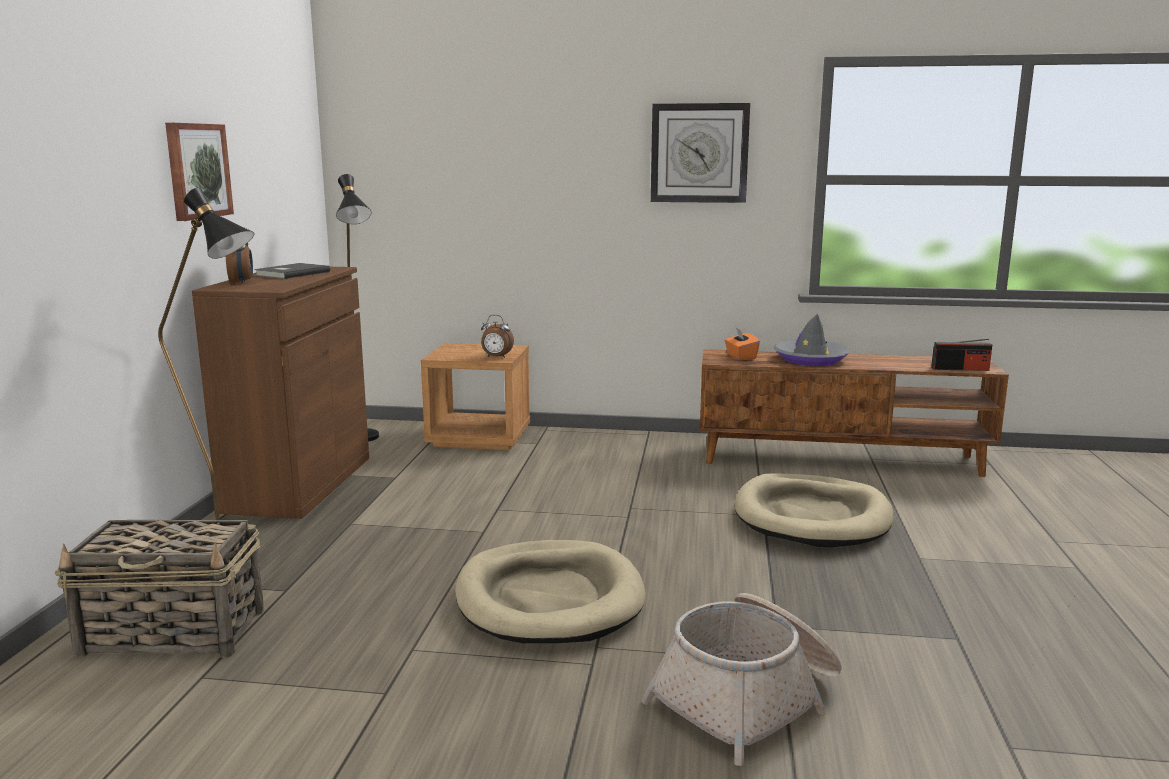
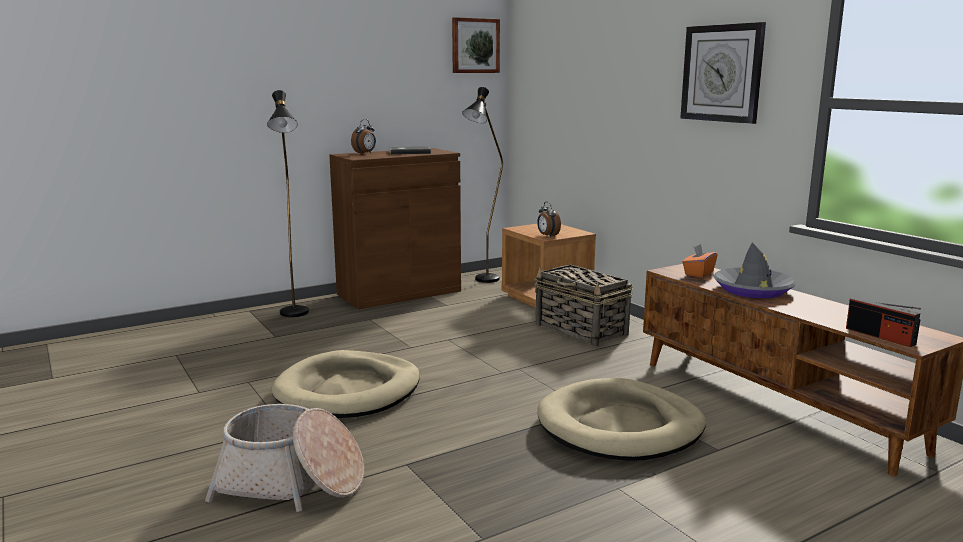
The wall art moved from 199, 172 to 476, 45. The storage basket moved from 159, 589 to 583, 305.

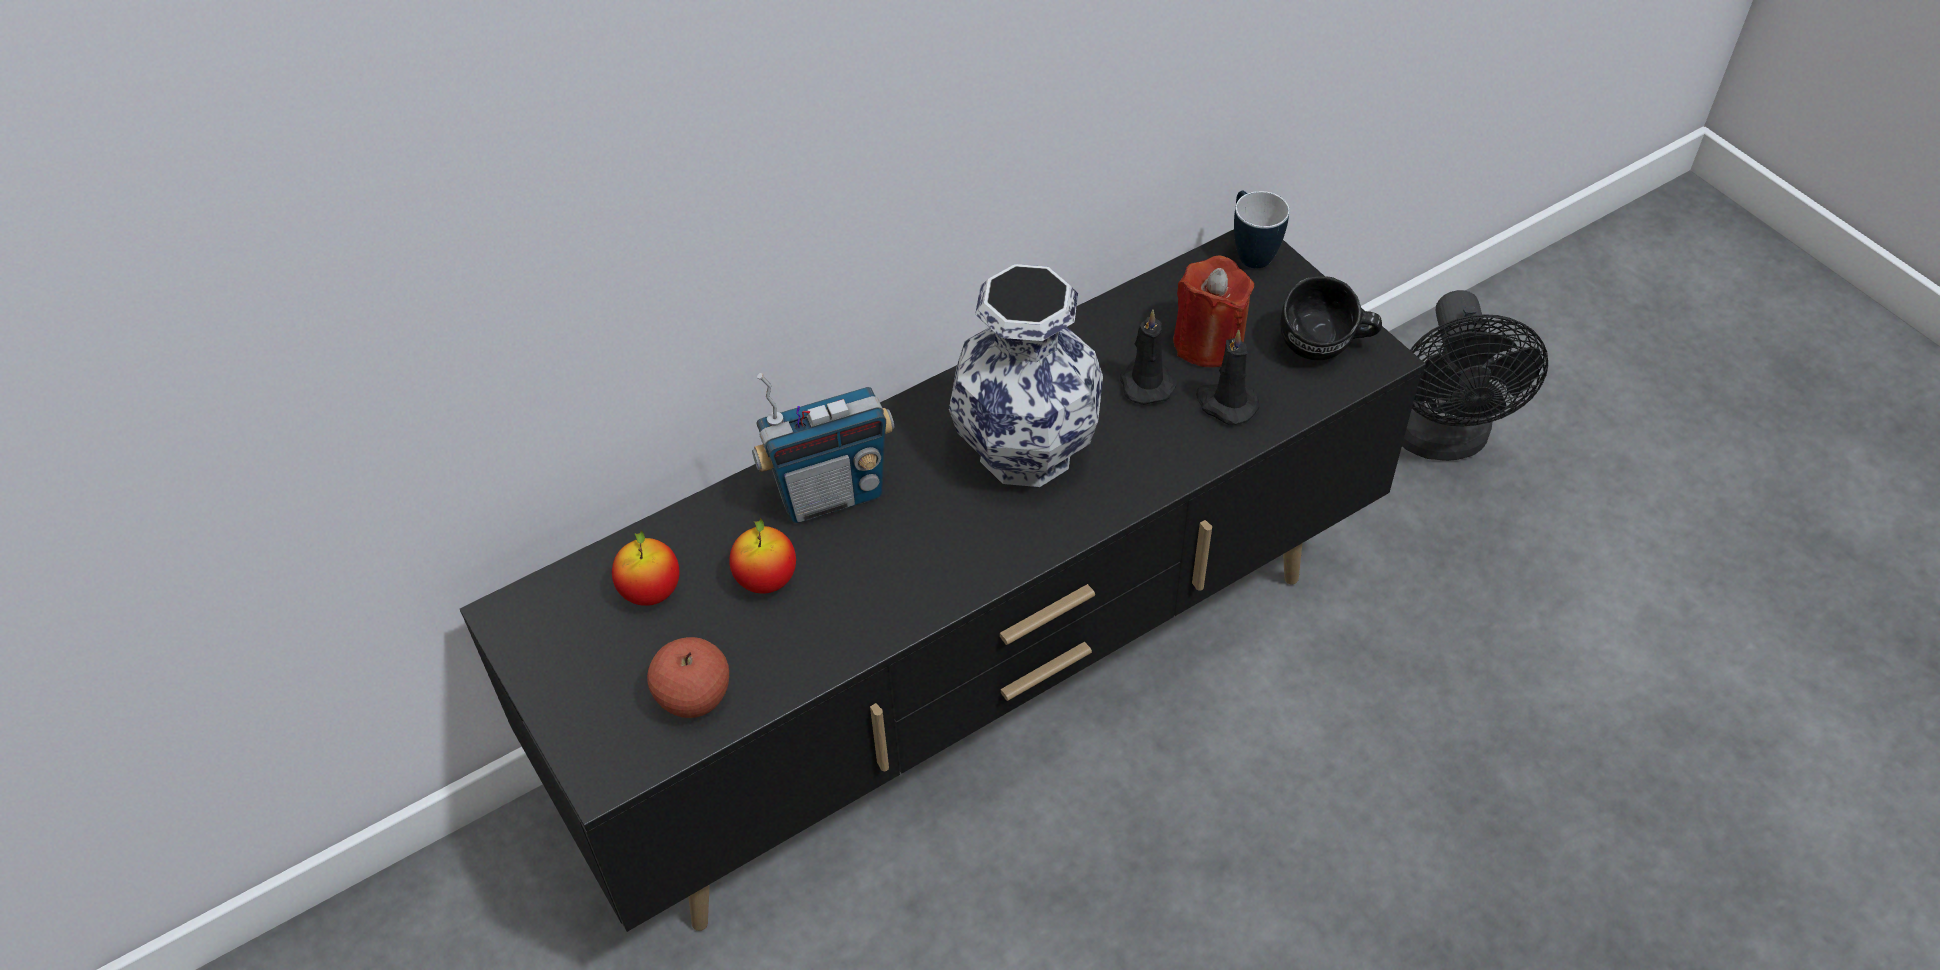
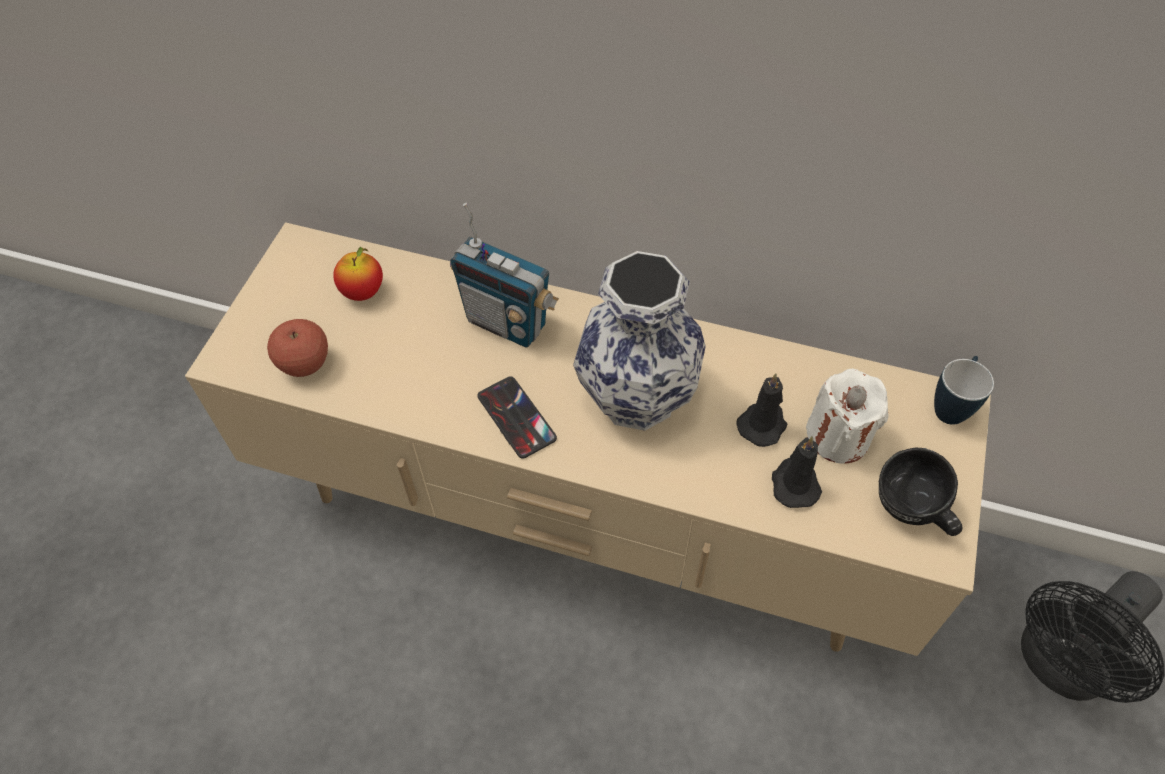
The media console/black-coloured at 943, 580 became the media console/sand-coloured at 588, 439. The wax light/red-coloured at 1213, 311 became the wax light/white at 847, 416. The apple fruit at 762, 556 disappeared. The handset at 517, 417 appeared.

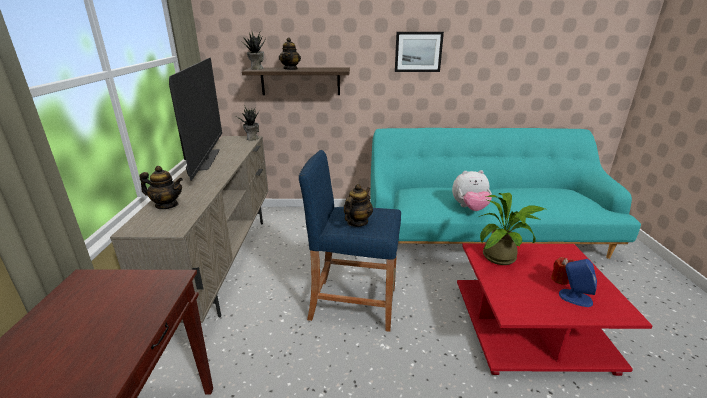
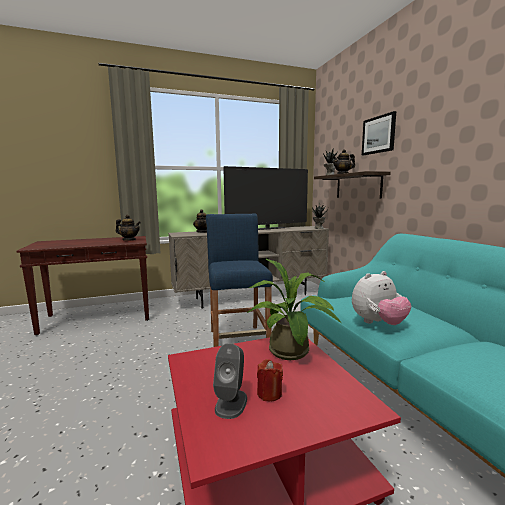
The wall art moved from 419, 52 to 379, 133. The cuddly toy at 472, 190 turned 90 degrees counterclockwise. The teapot moved from 358, 205 to 128, 228. The loudspeaker/blue at 578, 283 became the loudspeaker/gray at 230, 381.

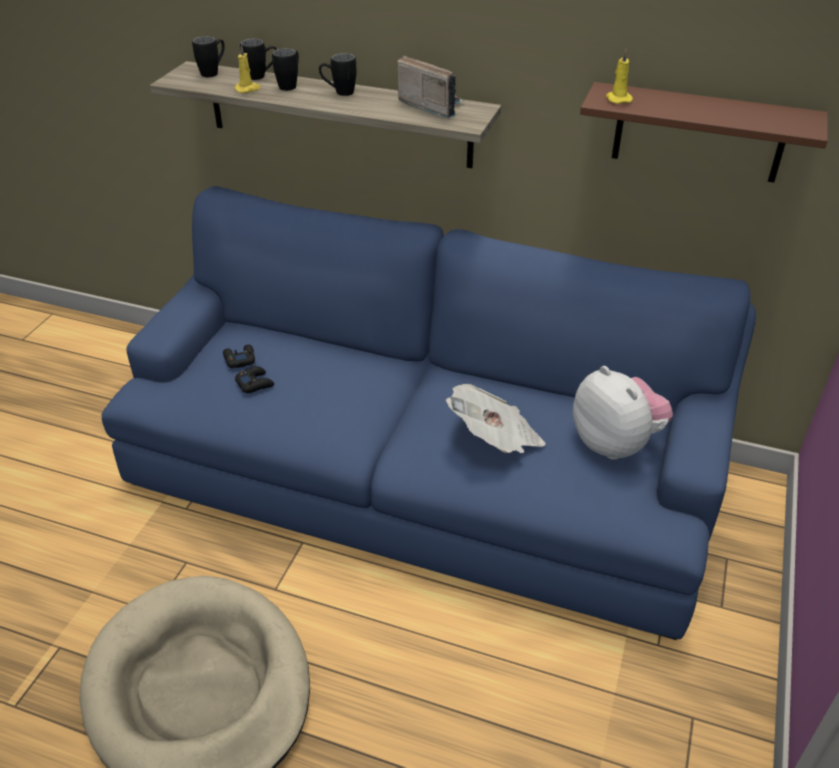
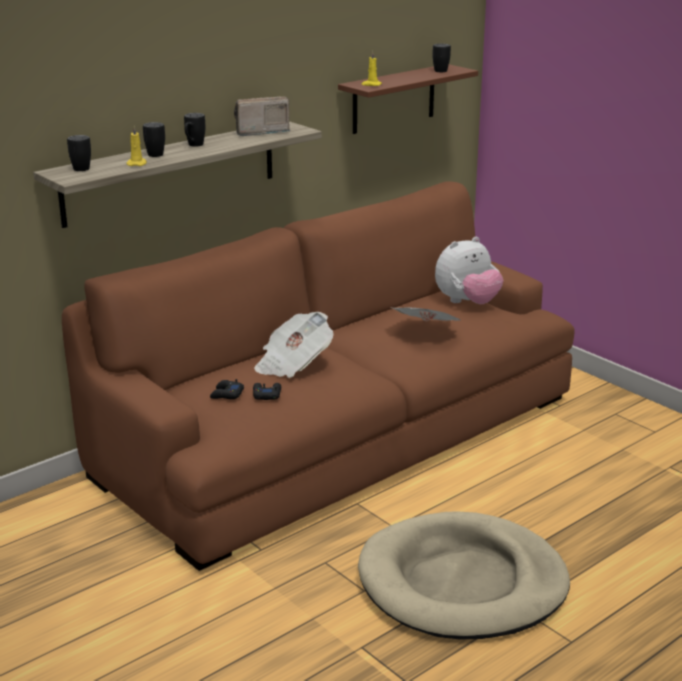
The tea mug/black-coloured moved from 258, 59 to 441, 58. The couch/blue at 429, 413 became the couch/brownish at 318, 376. The cuddly toy at 623, 413 turned 150 degrees clockwise. The printed paper at 293, 345 appeared.

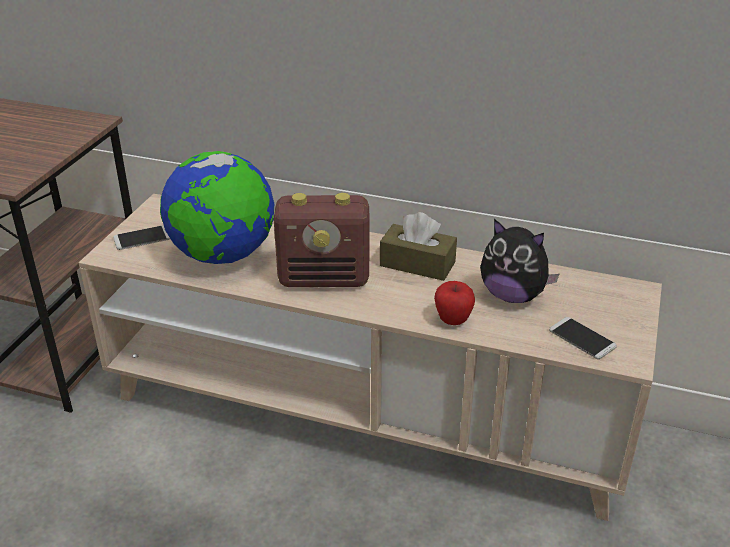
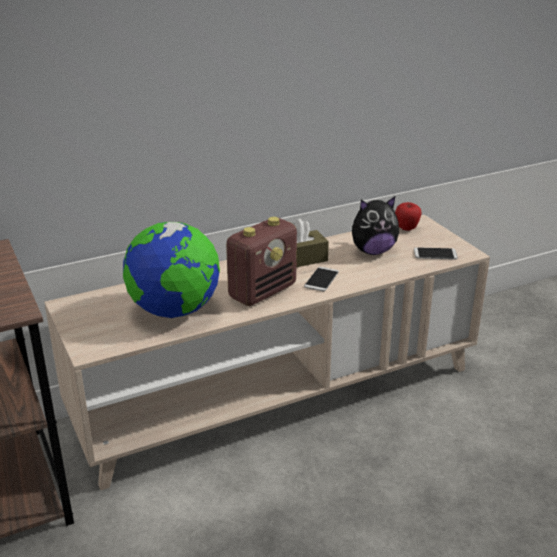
The handset moved from 141, 237 to 321, 279. The apple fruit moved from 454, 303 to 408, 216.

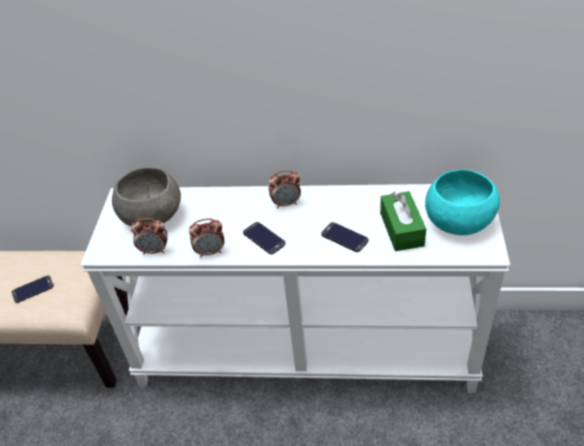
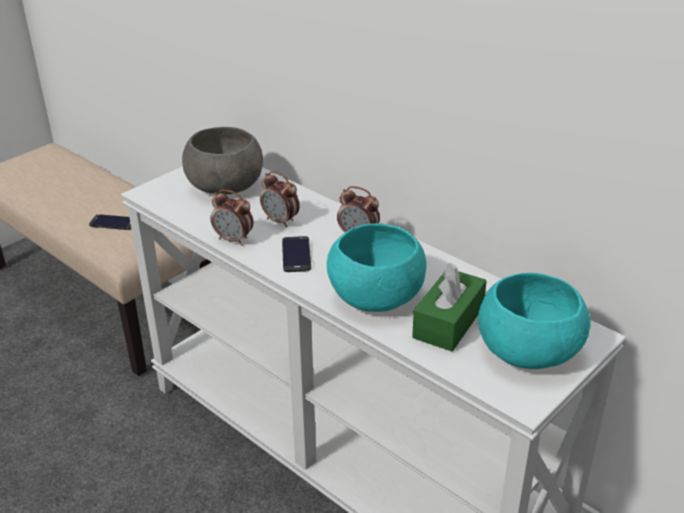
The bedside clock moved from 149, 236 to 280, 199. The handset at 345, 237 was replaced by the deep dish/turquoise at 377, 267.

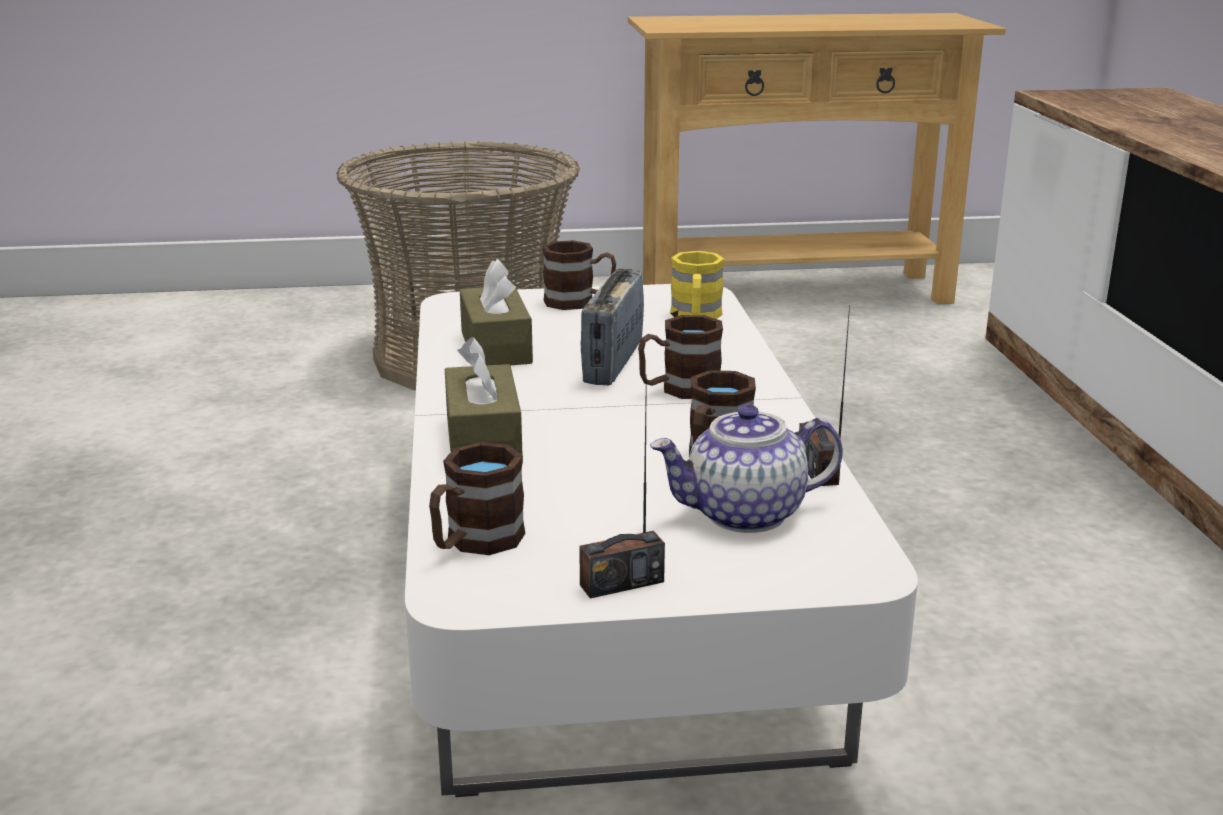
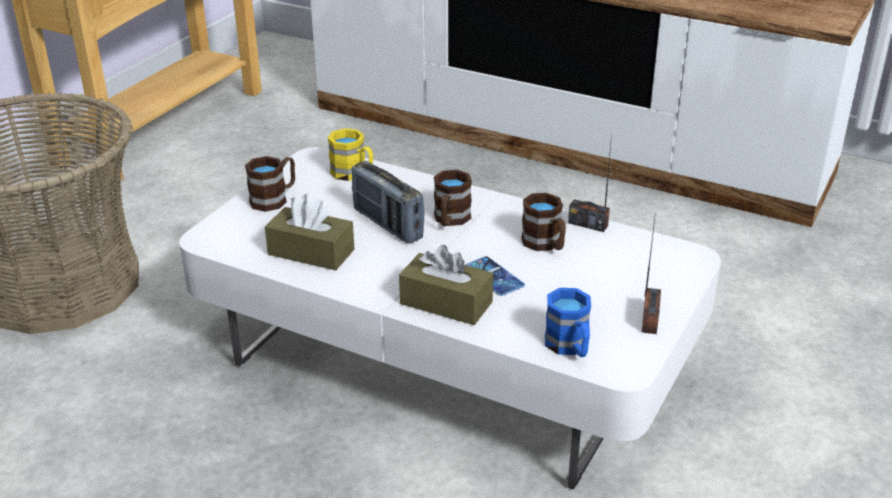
The teapot at 746, 468 disappeared. The tea mug/brownish at 477, 498 became the tea mug/blue at 568, 322. The handset at 495, 276 appeared.

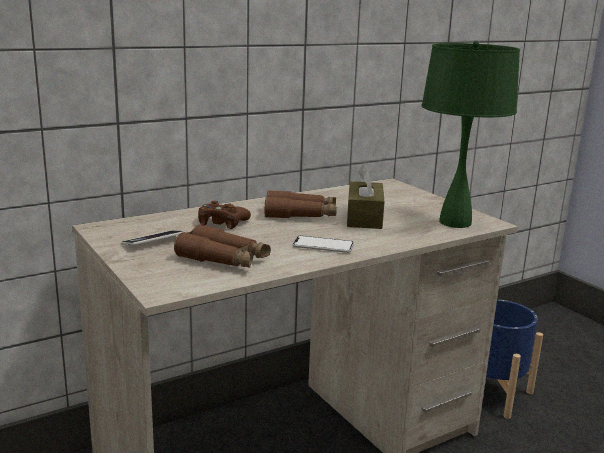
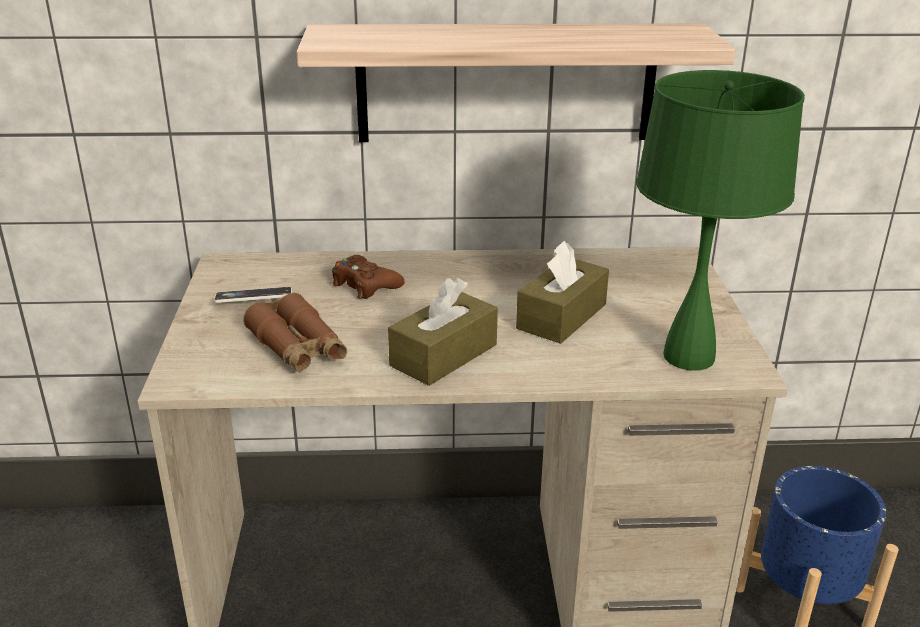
The field glasses/brownish at 301, 204 disappeared. The handset at 323, 244 was replaced by the box of tissues/brownish at 443, 332. The bracket shelf at 516, 82 appeared.

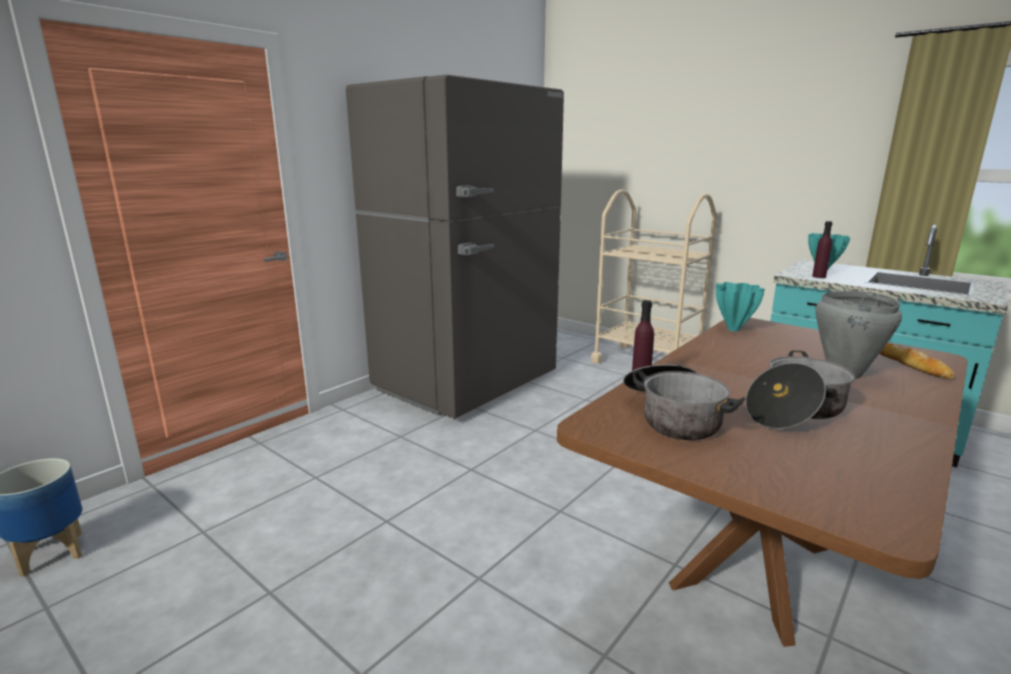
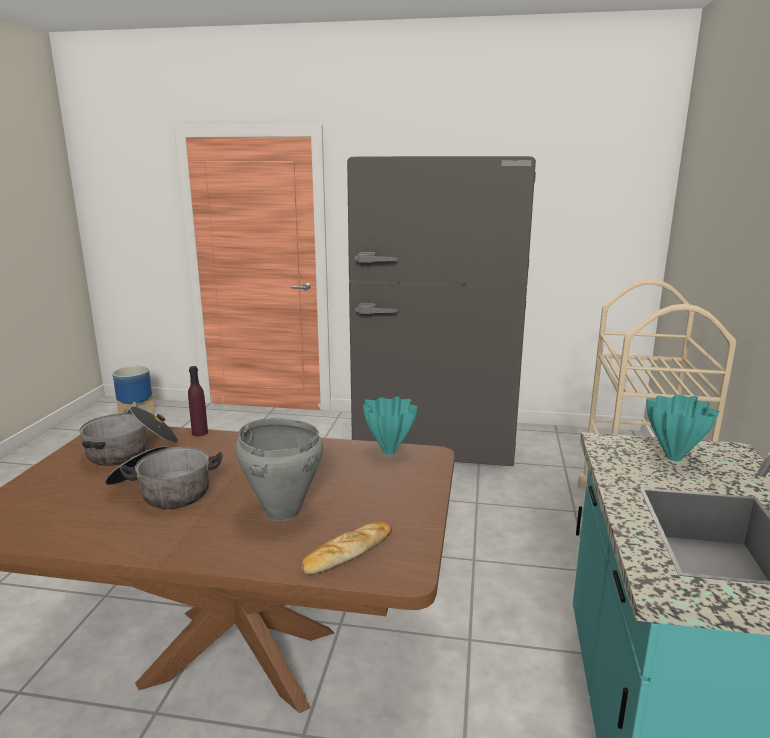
The bottle/purple-coloured at 822, 249 disappeared.

